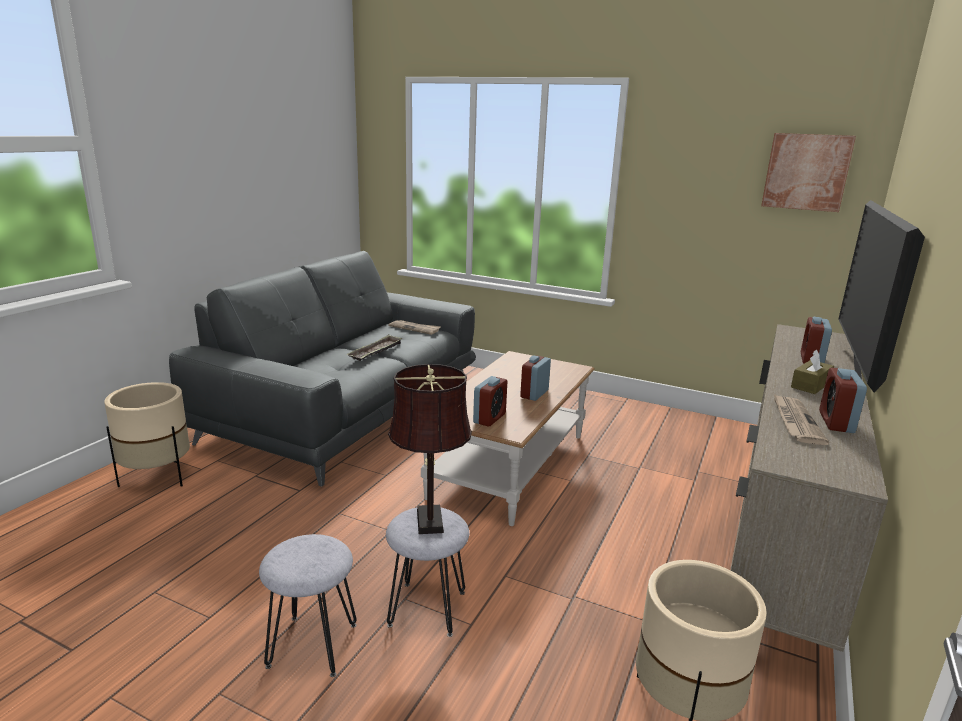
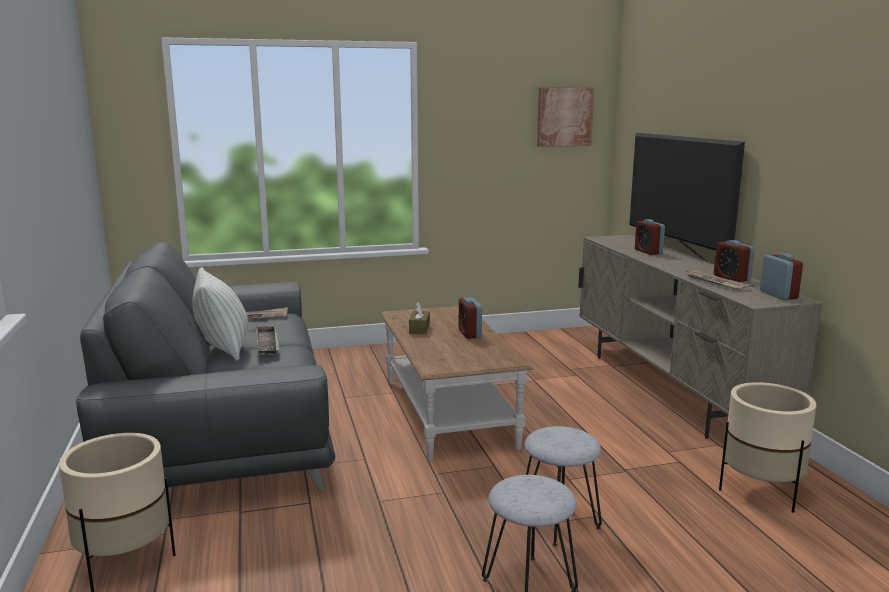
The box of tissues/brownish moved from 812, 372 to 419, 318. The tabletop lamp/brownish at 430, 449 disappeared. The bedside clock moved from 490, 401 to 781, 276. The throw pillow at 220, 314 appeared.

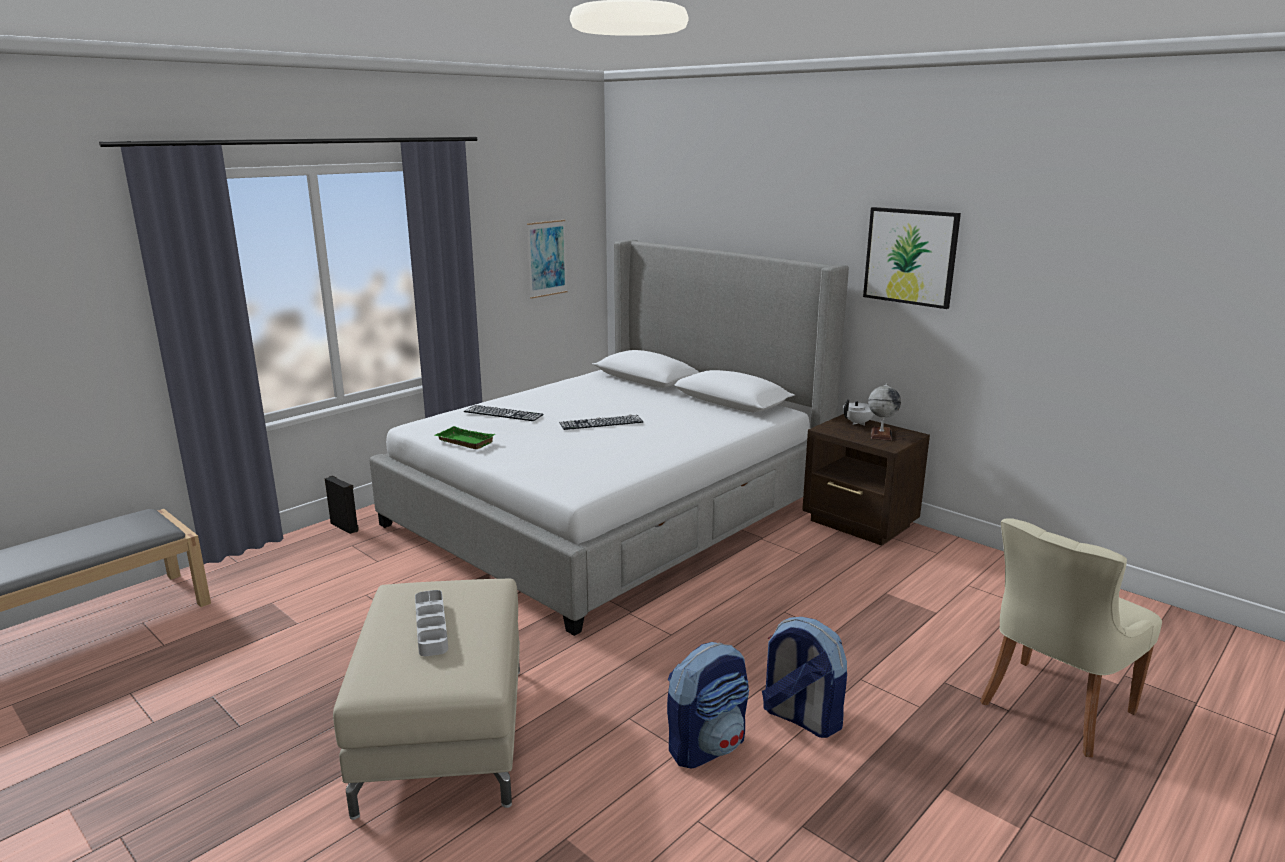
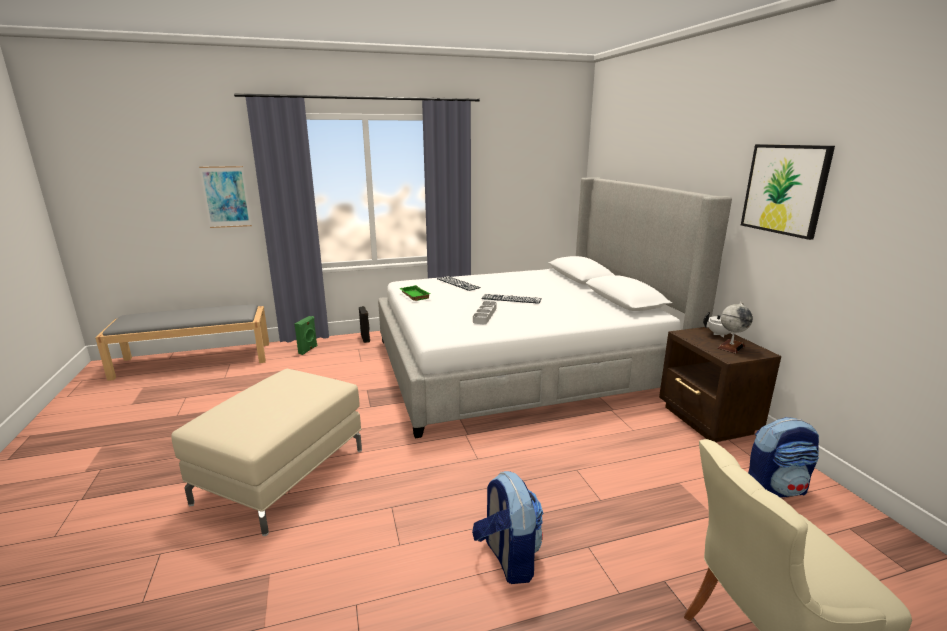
The wall art moved from 547, 259 to 225, 197. The tray/gray moved from 431, 623 to 485, 312. The rucksack moved from 708, 705 to 783, 457. The loudspeaker/green at 306, 335 appeared.

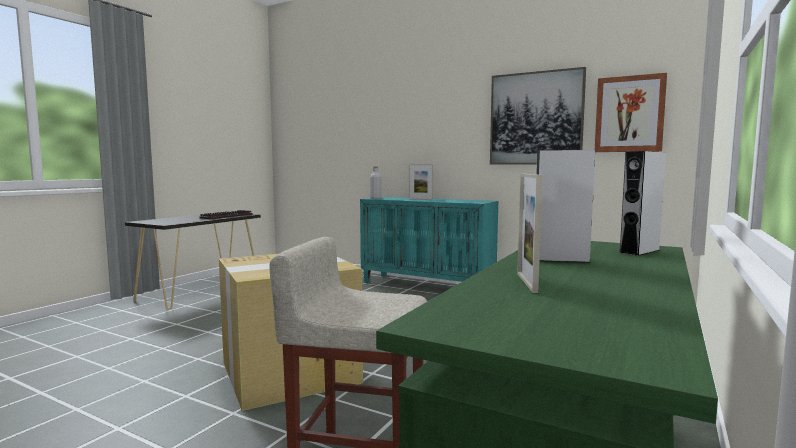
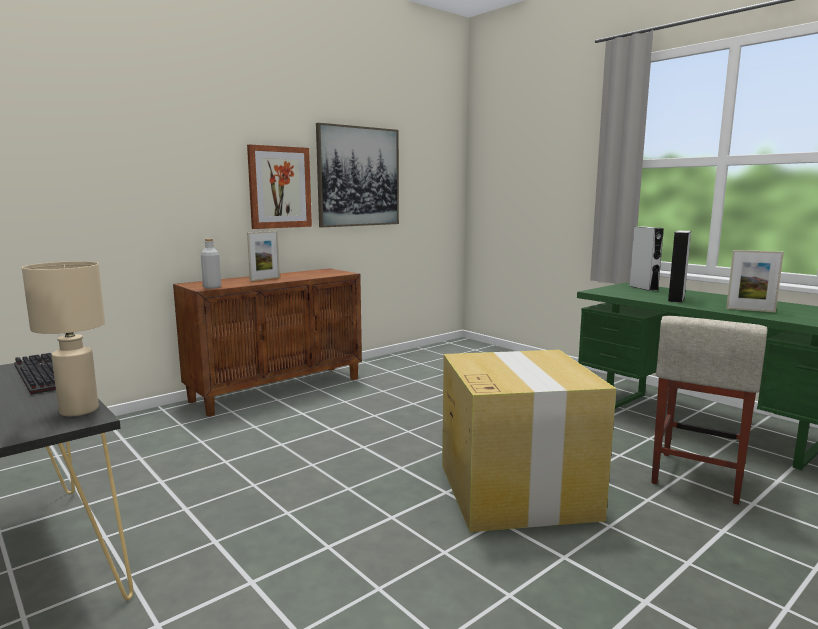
The wall art moved from 631, 112 to 279, 187. The cupboard/turquoise at 429, 240 became the cupboard/brownish at 267, 342. The tabletop lamp/sand-coloured at 63, 338 appeared.

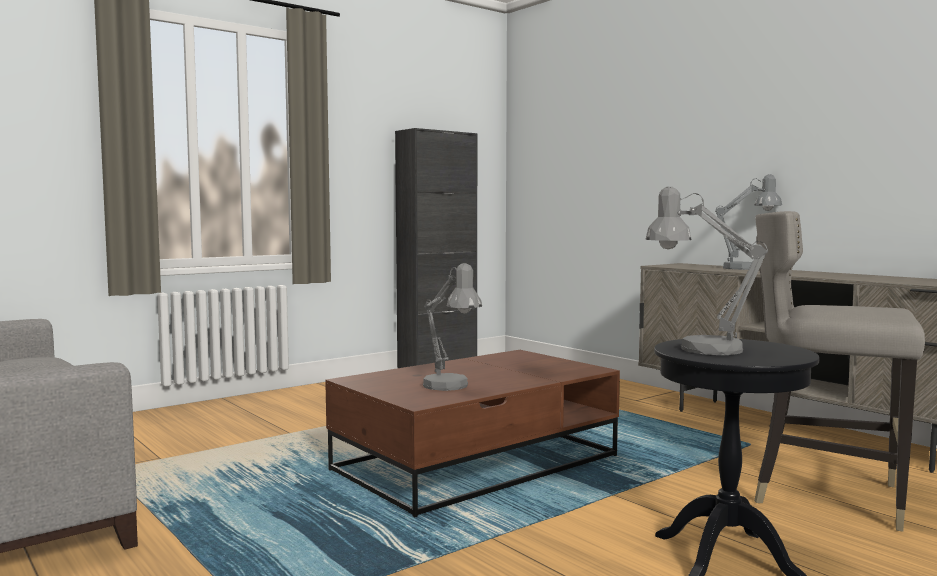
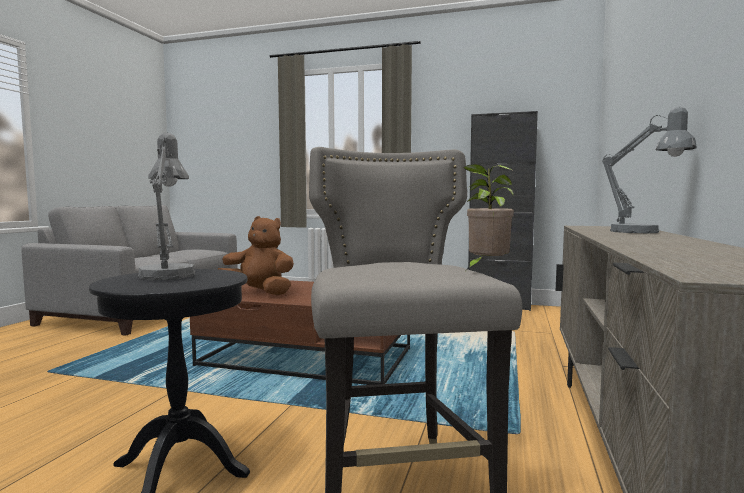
The tabletop lamp/gray at 452, 327 was replaced by the cuddly toy/brownish at 256, 255. The plant in a pot at 488, 217 appeared.

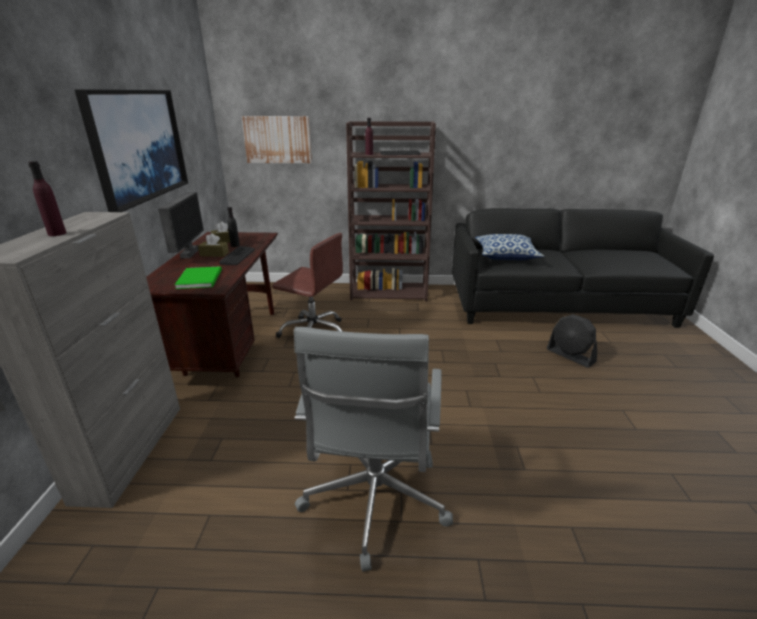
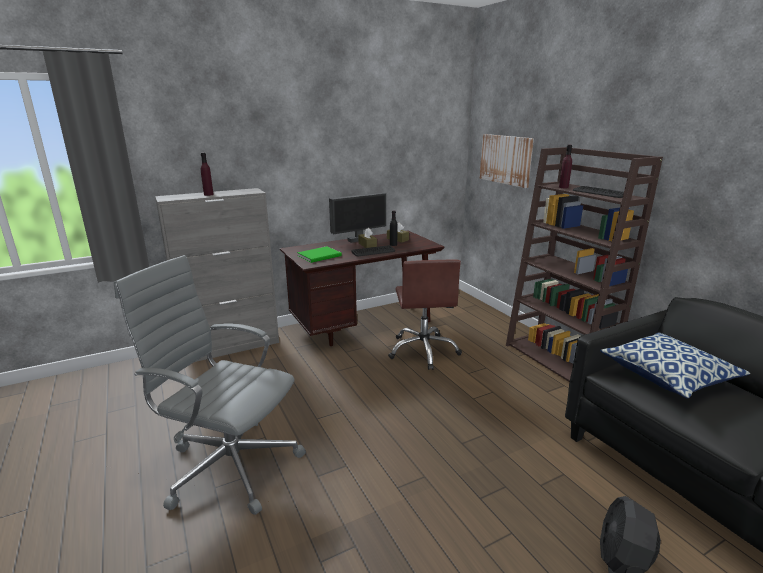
The wall art at 131, 150 disappeared. The office chair/gray at 373, 449 turned 45 degrees clockwise.

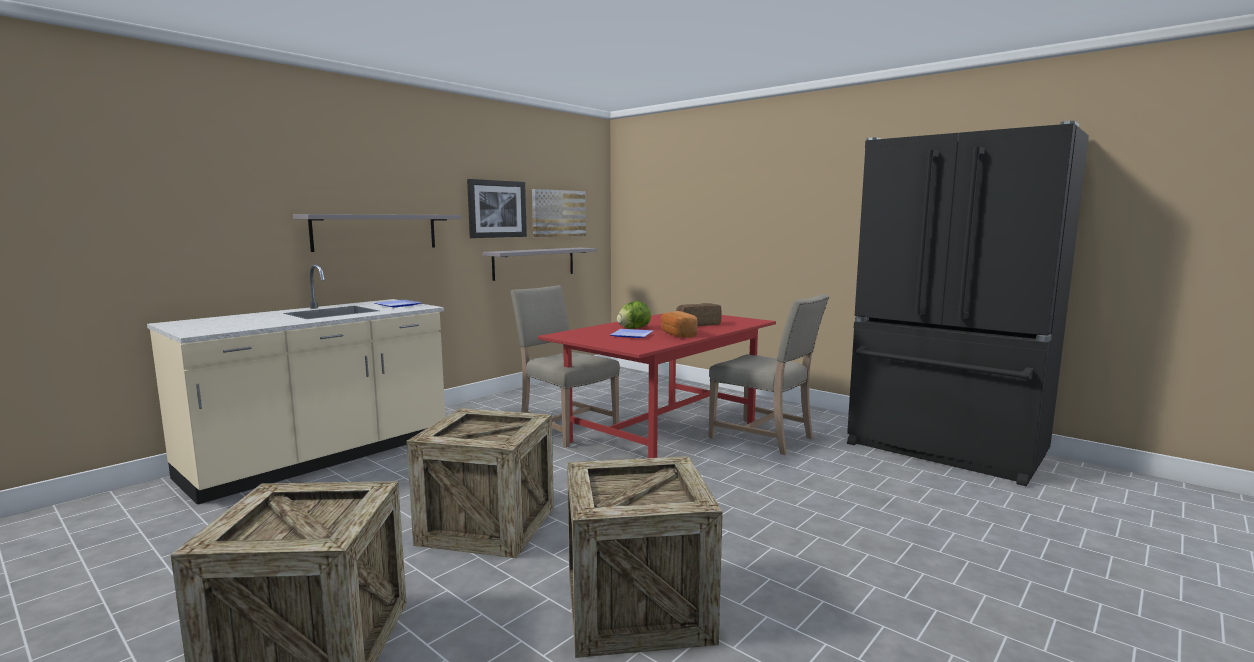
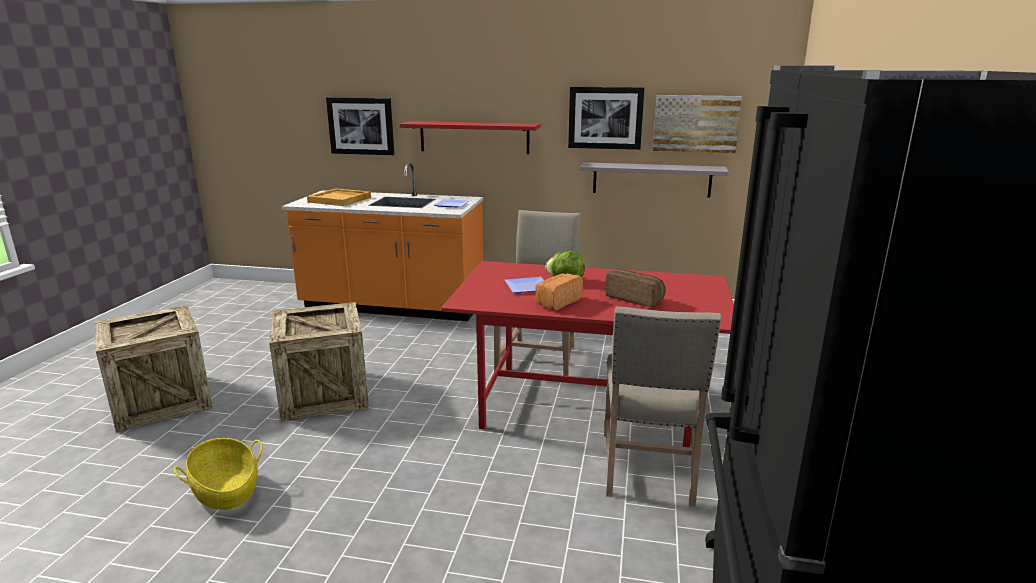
The bracket shelf/gray at 377, 233 became the bracket shelf/red-coloured at 470, 137. The kitchen counter/sand-coloured at 296, 384 became the kitchen counter/orange-coloured at 382, 242. The shipping crate at 645, 557 was replaced by the storage basket at 218, 474. The wall art at 360, 126 appeared. The tray/sand-coloured at 339, 197 appeared.

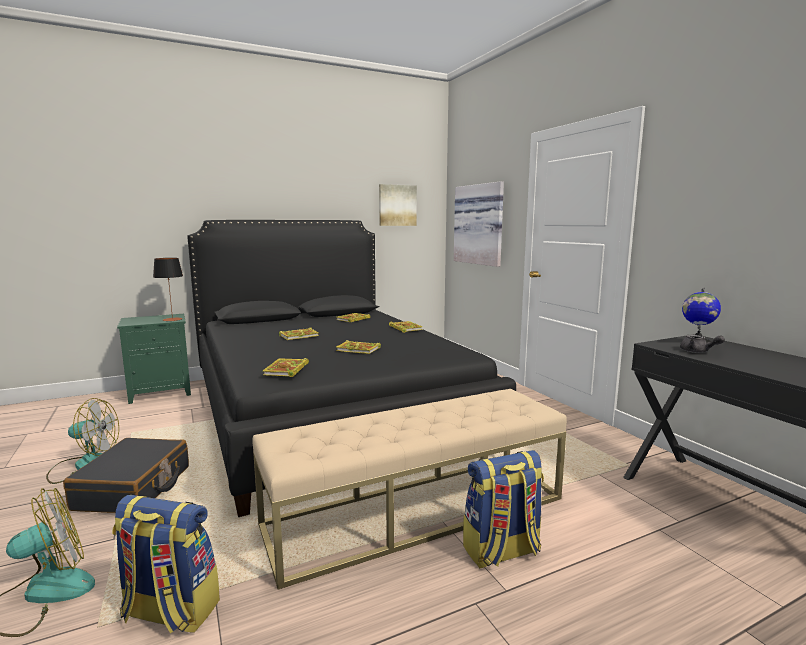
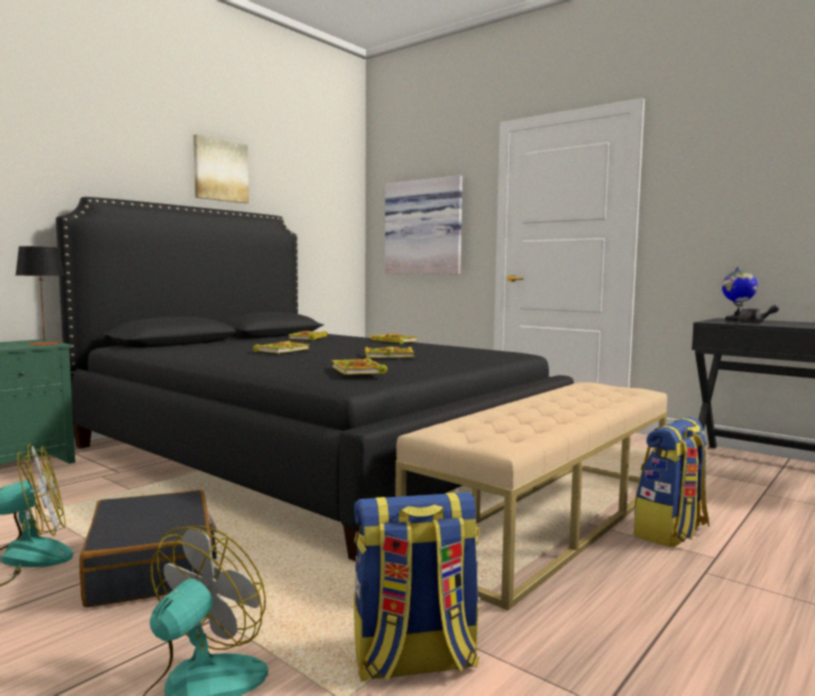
The wall art moved from 398, 205 to 221, 168.

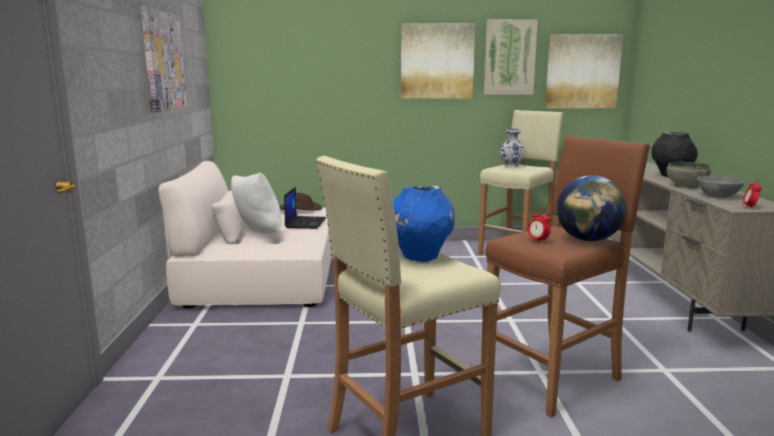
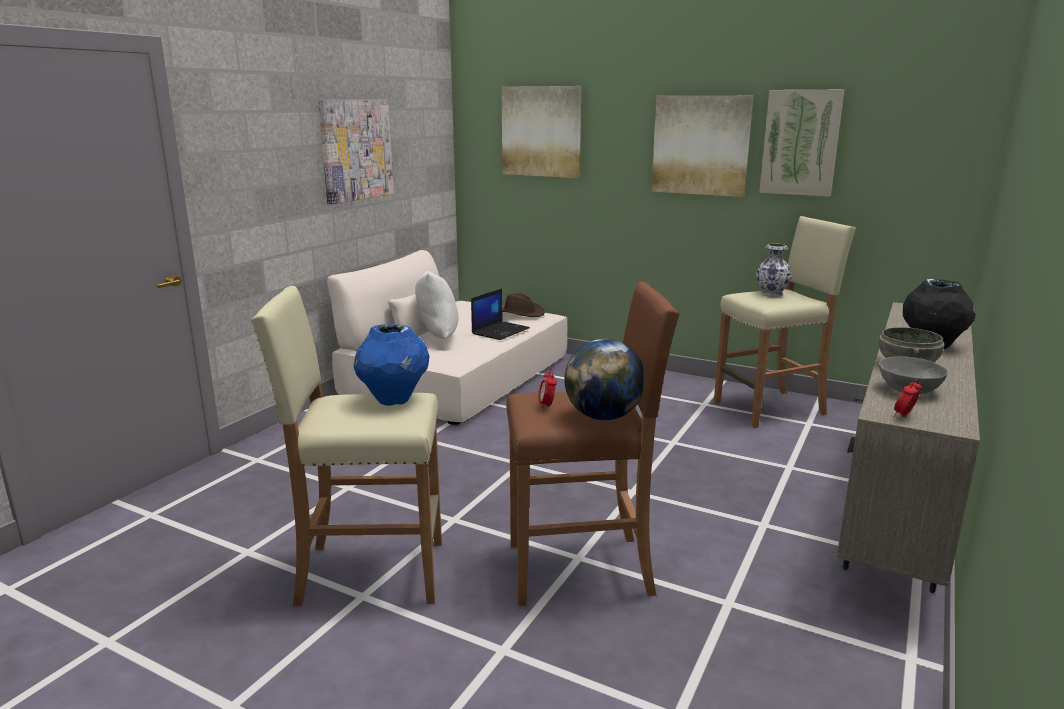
The wall art moved from 584, 71 to 541, 132.

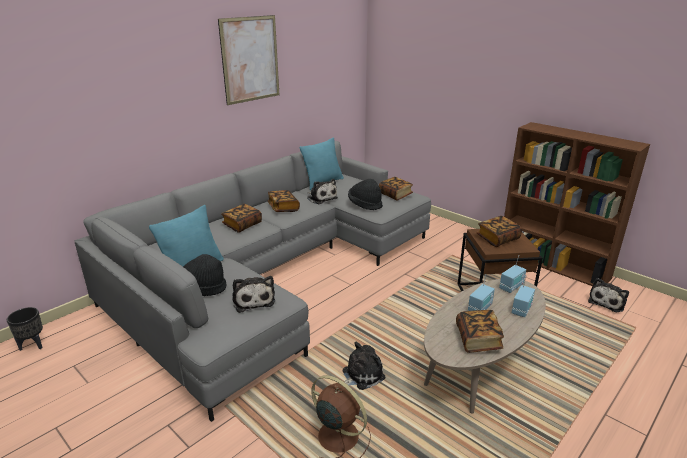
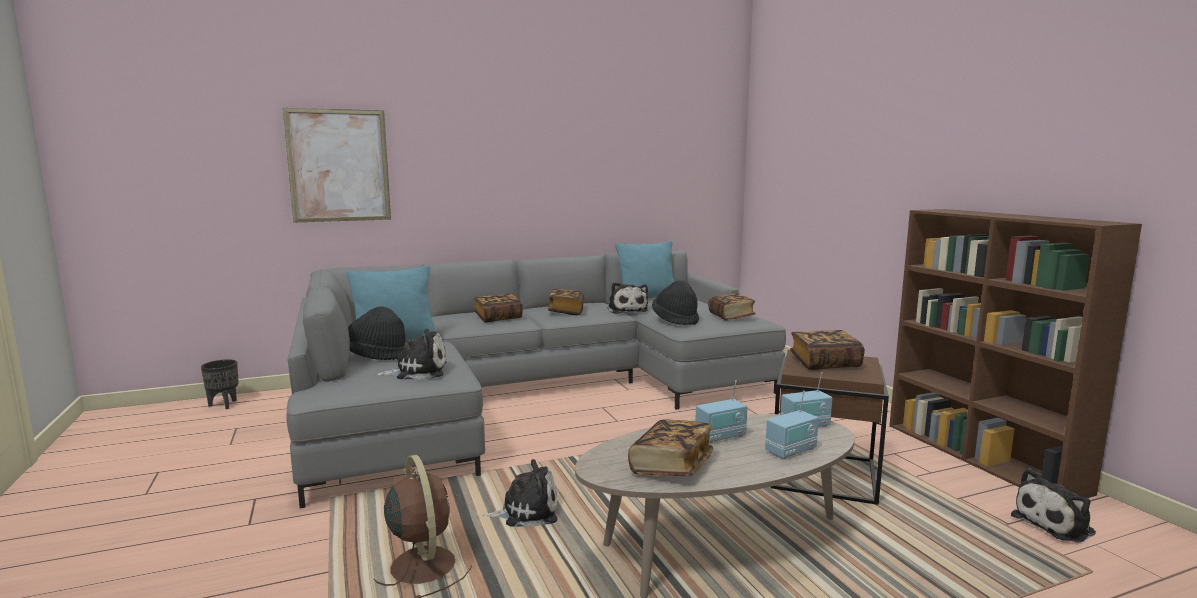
The wall art moved from 248, 60 to 337, 165. The cuddly toy at 253, 294 turned 105 degrees counterclockwise.

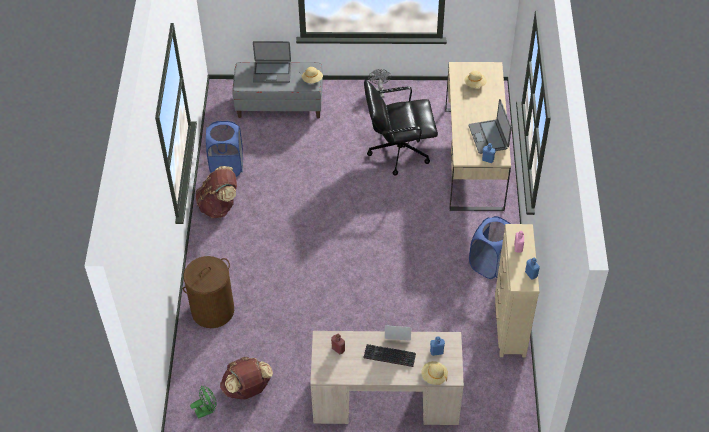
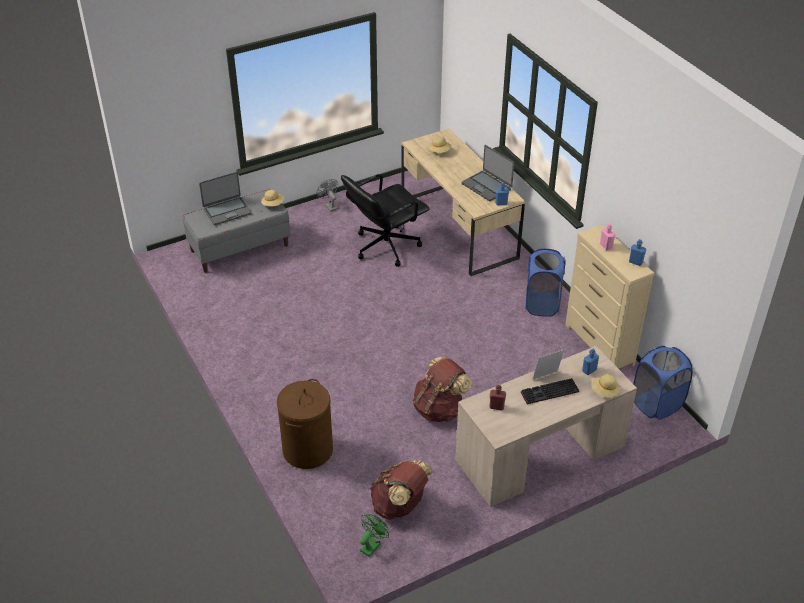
The laundry basket/blue moved from 224, 149 to 663, 383. The rucksack/brownish moved from 216, 192 to 442, 389.

